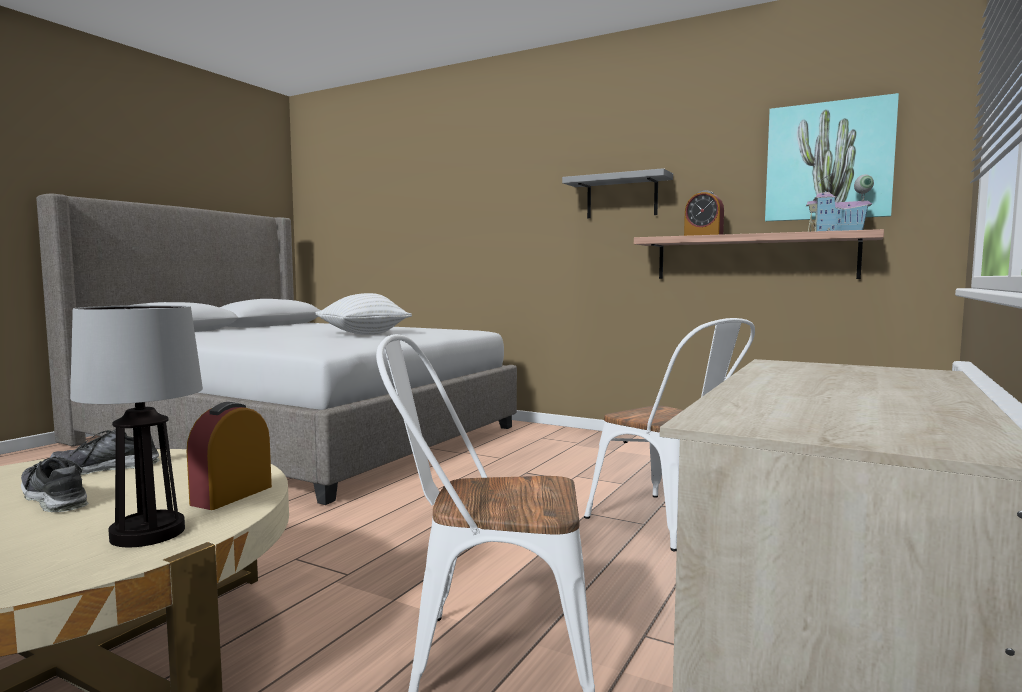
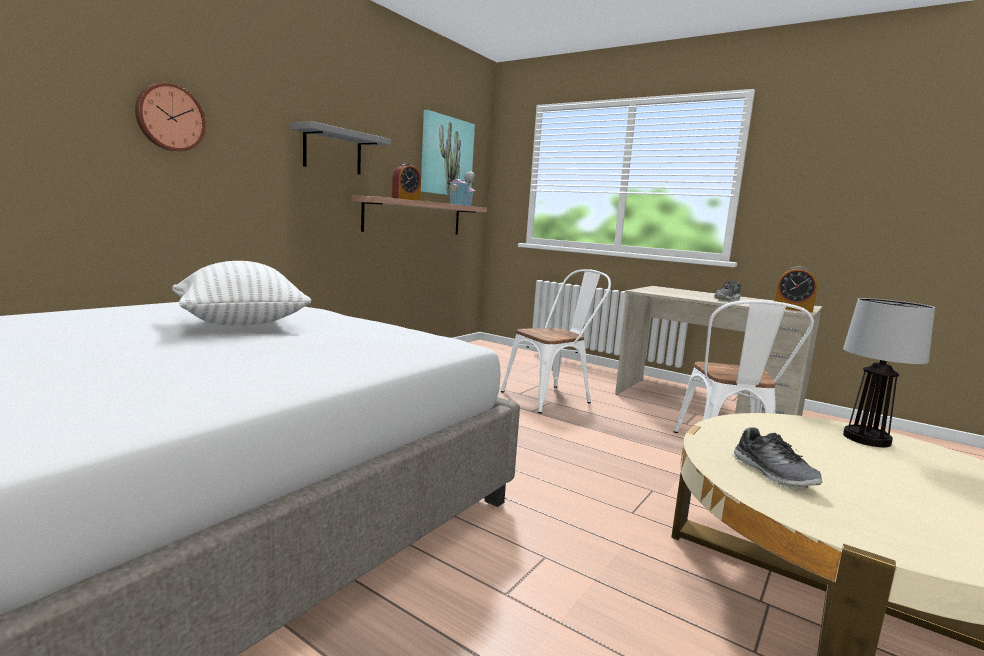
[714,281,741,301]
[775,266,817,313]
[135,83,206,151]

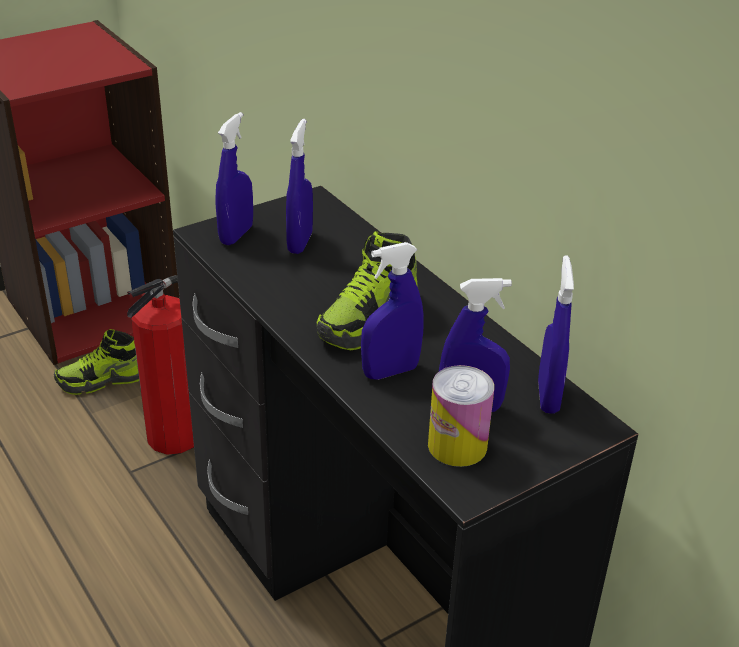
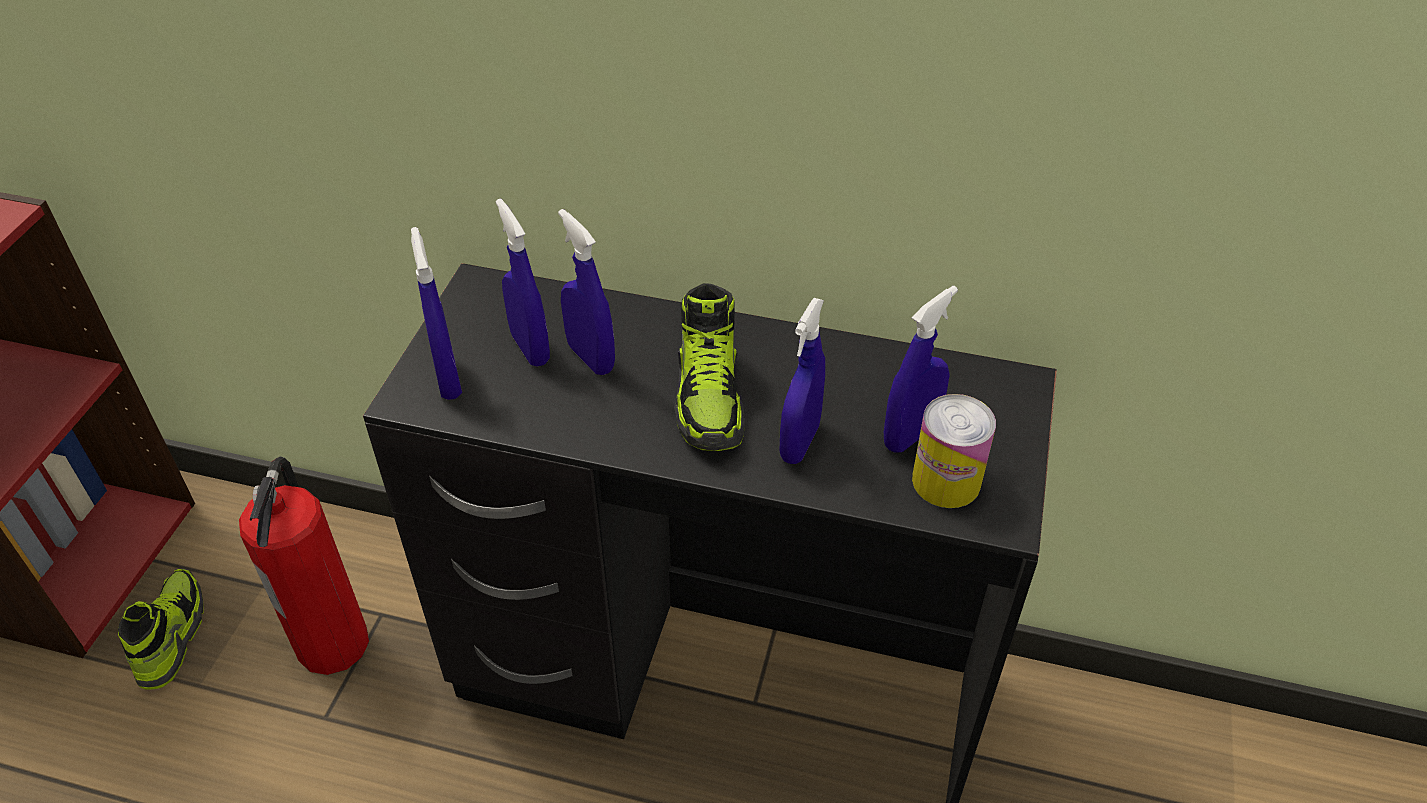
[118,568,204,690]
[558,209,615,375]

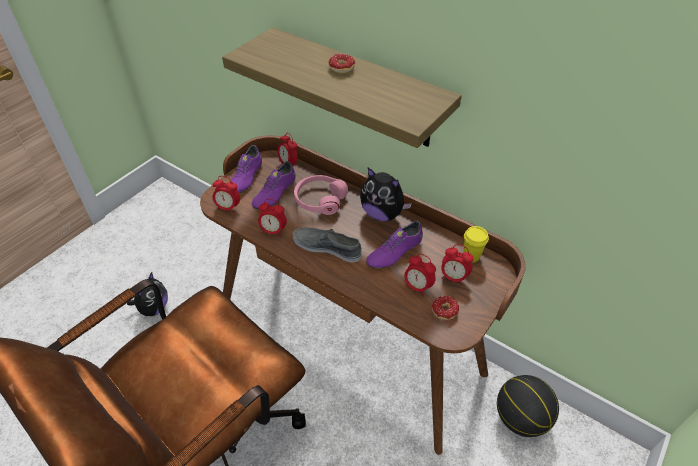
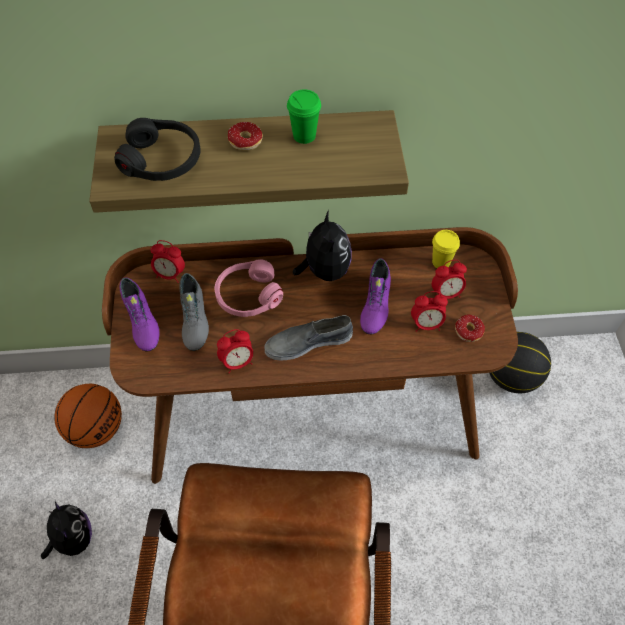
[213,176,240,213] (first image)
[179,273,209,351]
[293,210,352,281]
[54,384,122,448]
[114,118,201,181]
[287,89,321,144]

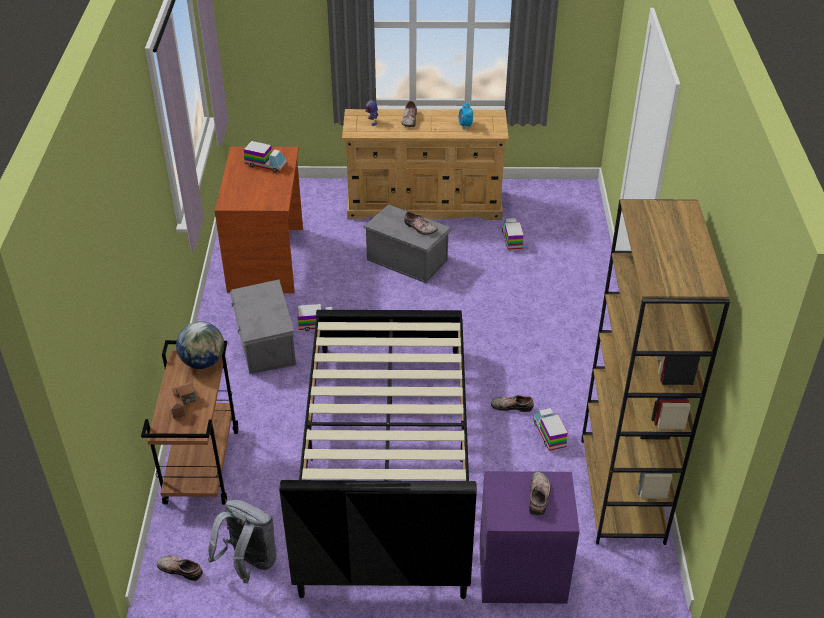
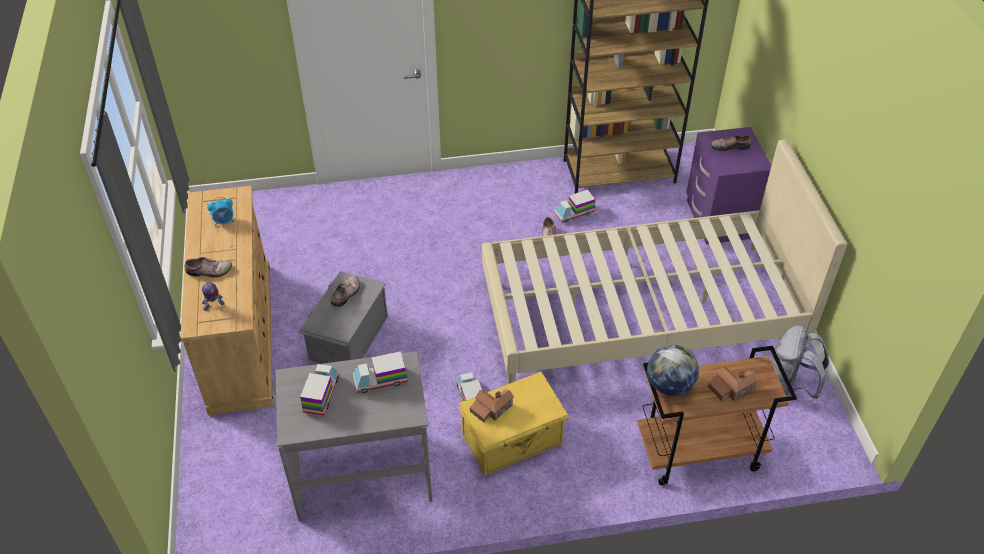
[157,556,203,581] (first image)
[276,351,432,521]
[458,372,570,476]
[482,139,847,384]
[353,351,408,393]
[470,390,514,423]

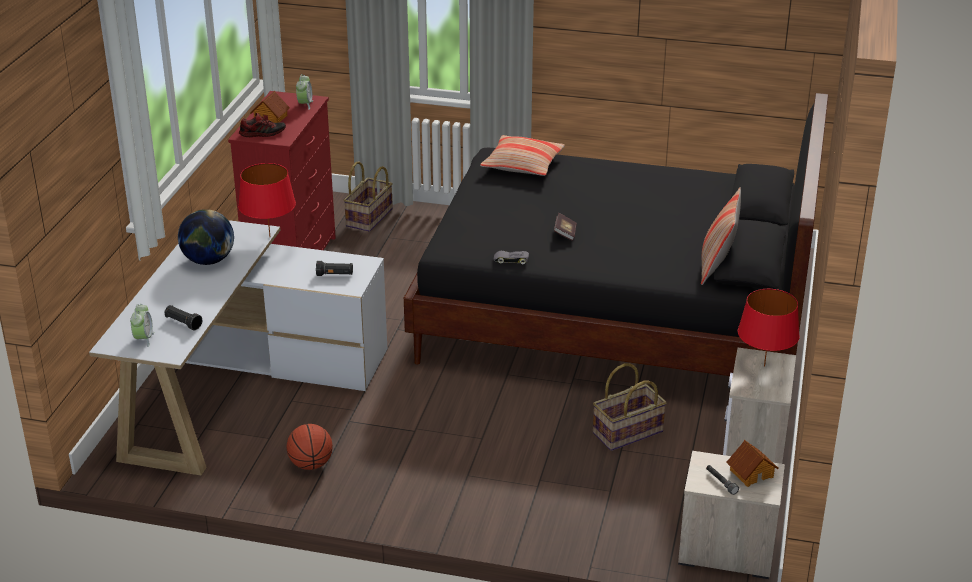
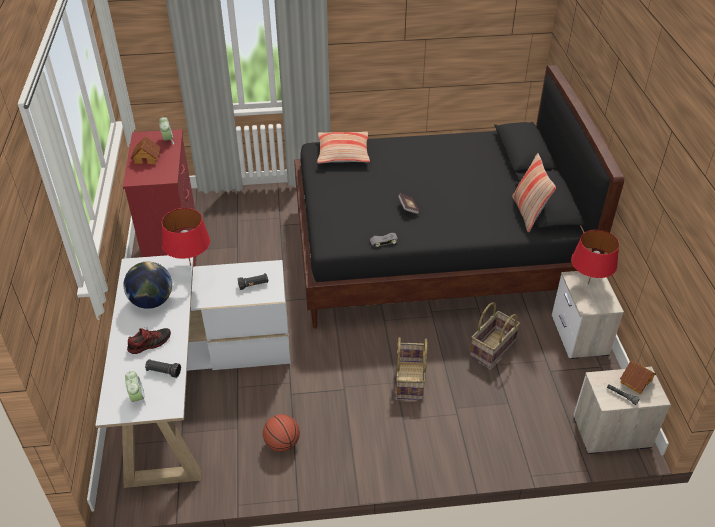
[127,328,171,354]
[396,337,427,400]

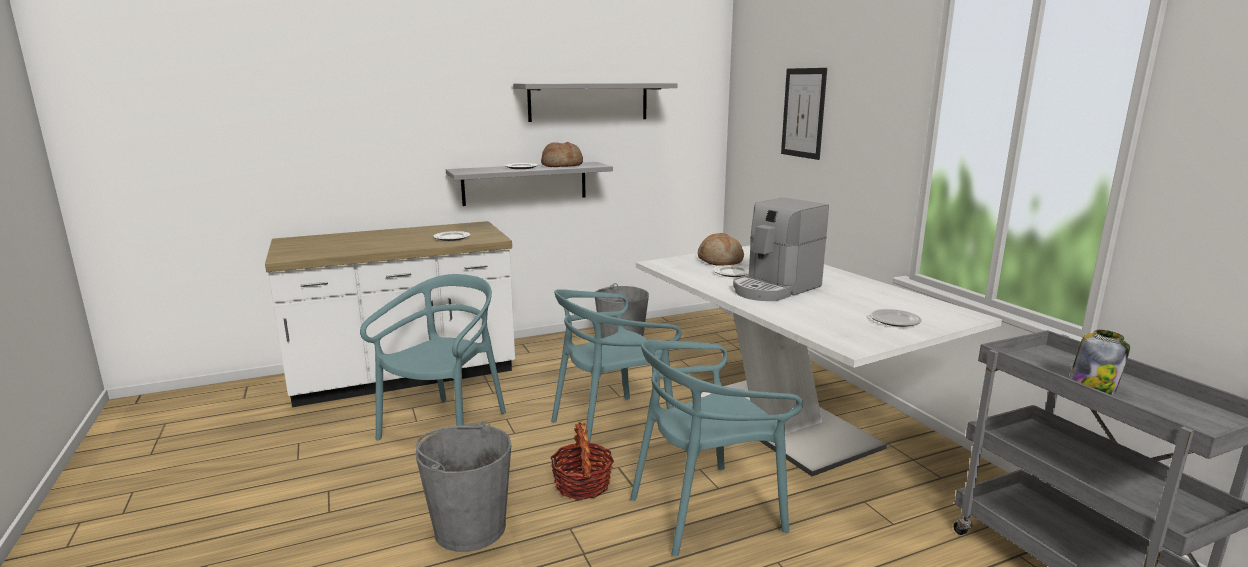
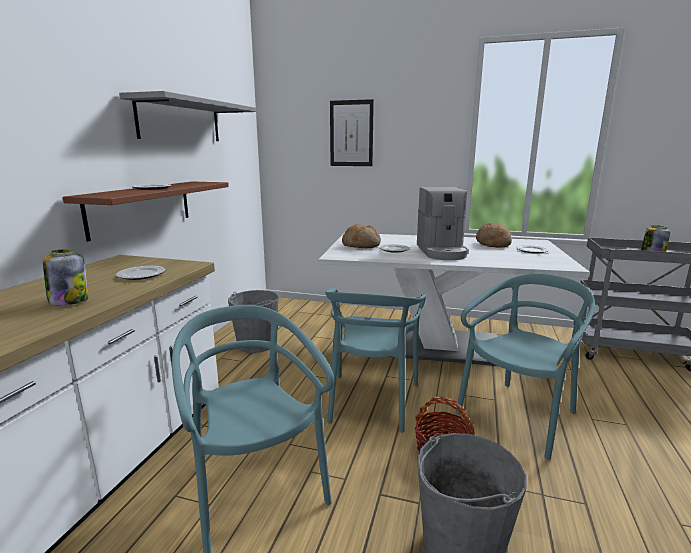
[63,182,229,242]
[476,223,512,248]
[455,273,595,460]
[43,249,88,305]

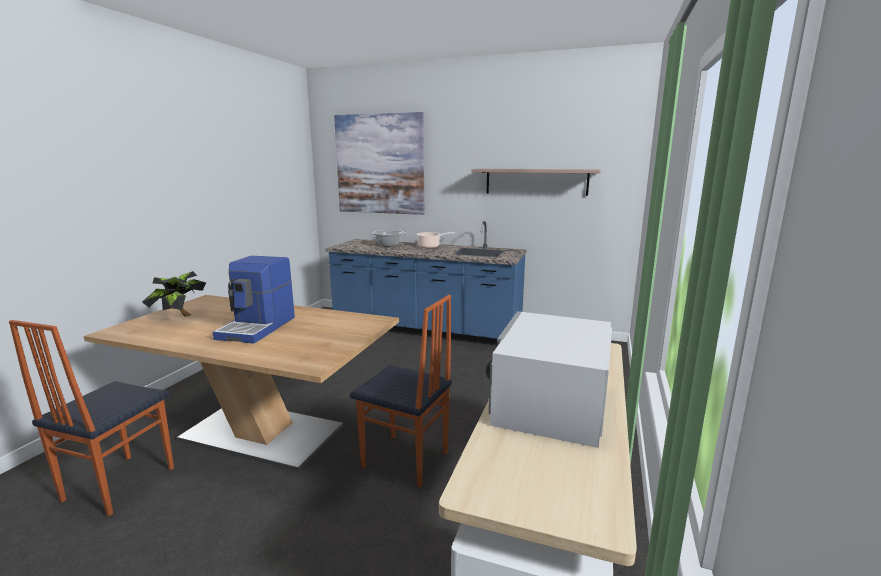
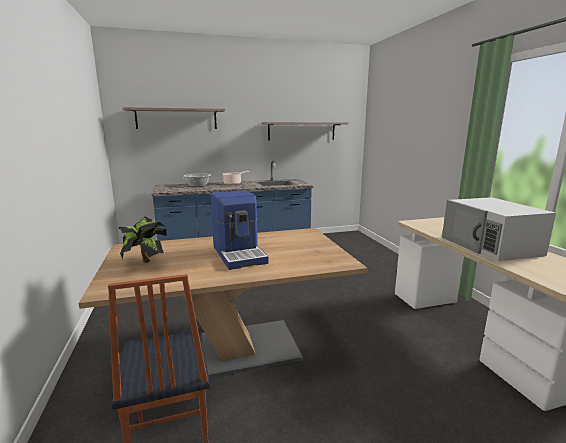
[123,107,225,129]
[350,295,452,487] (first image)

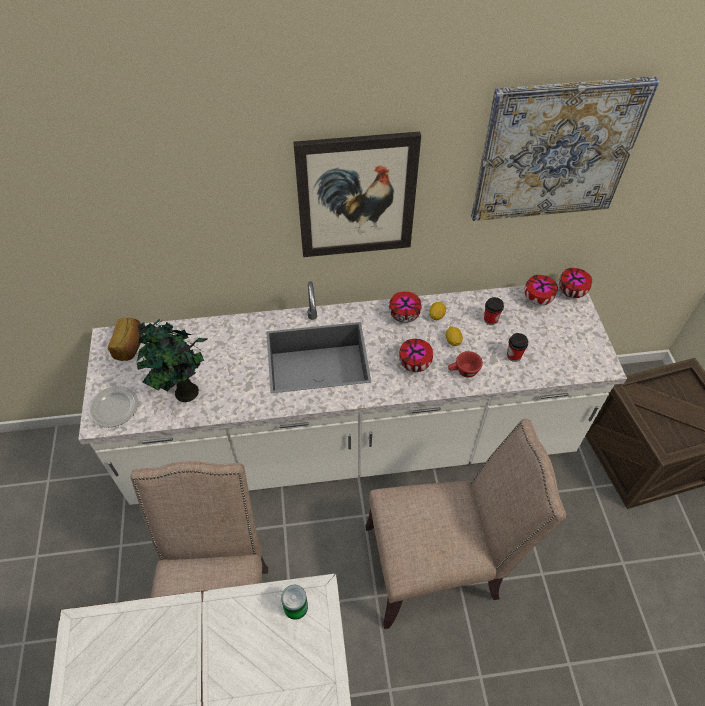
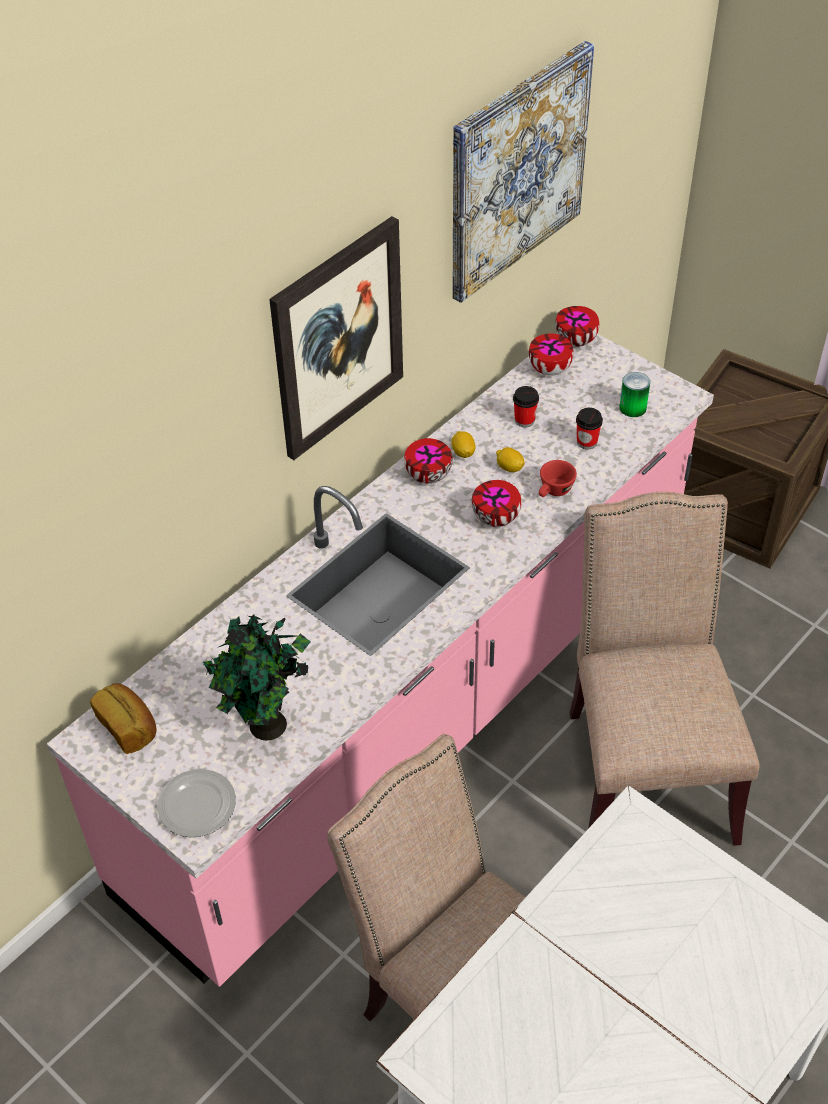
[47,334,714,987]
[619,372,650,417]
[570,492,760,846]

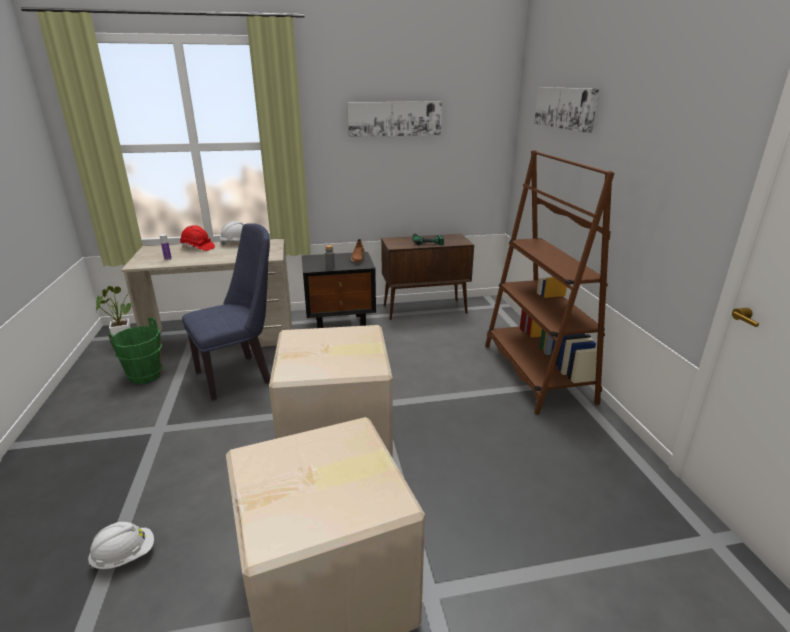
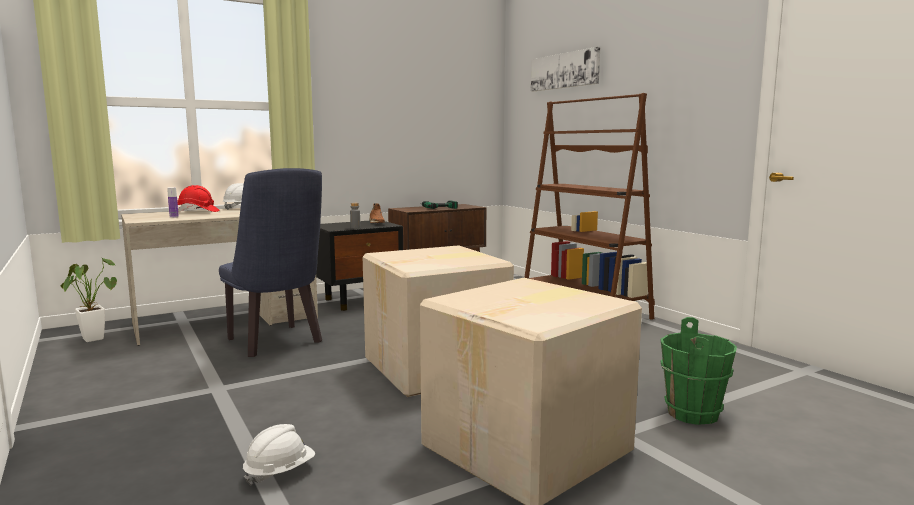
[660,317,737,425]
[219,168,322,357]
[347,102,442,137] (first image)

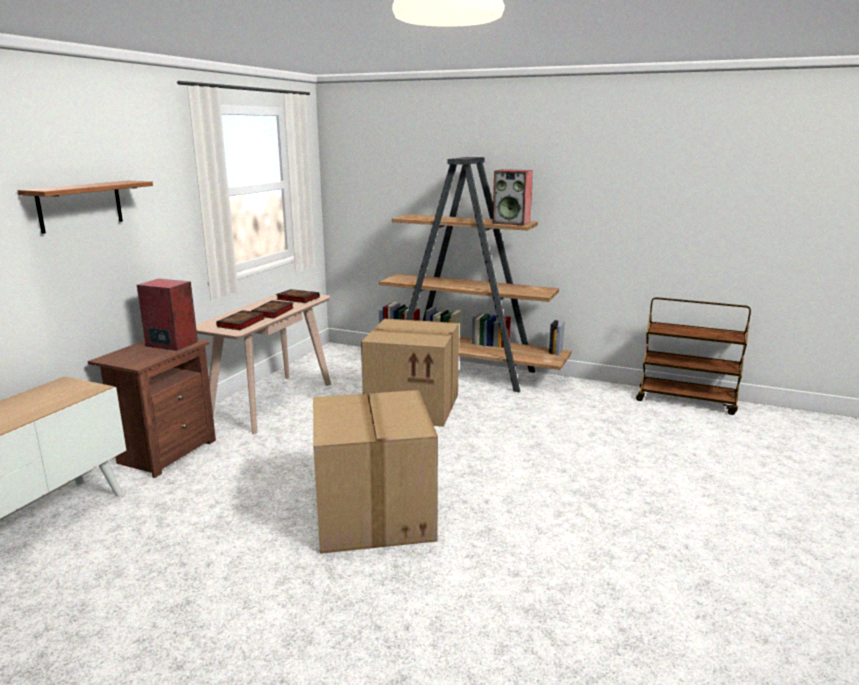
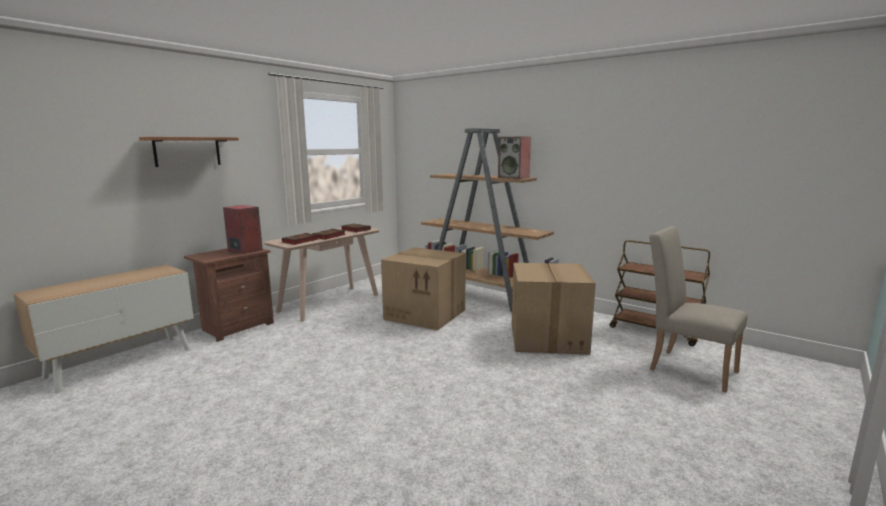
[512,263,596,355]
[649,226,748,392]

